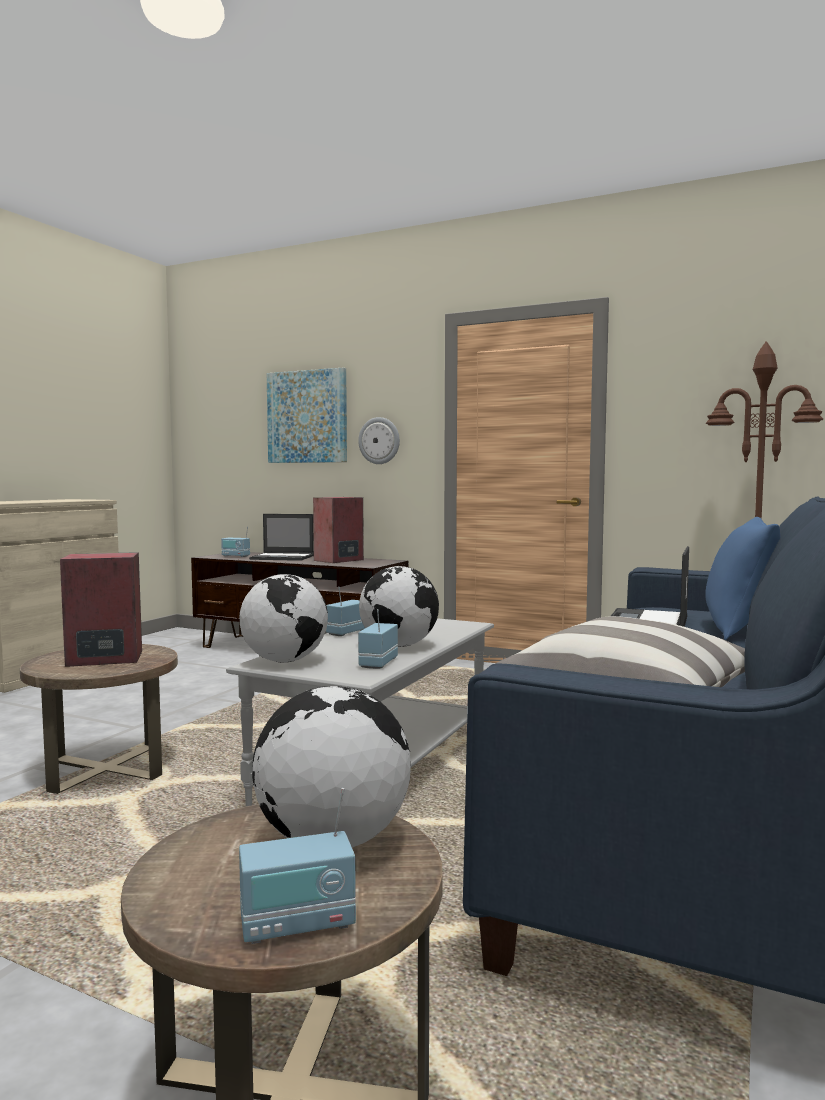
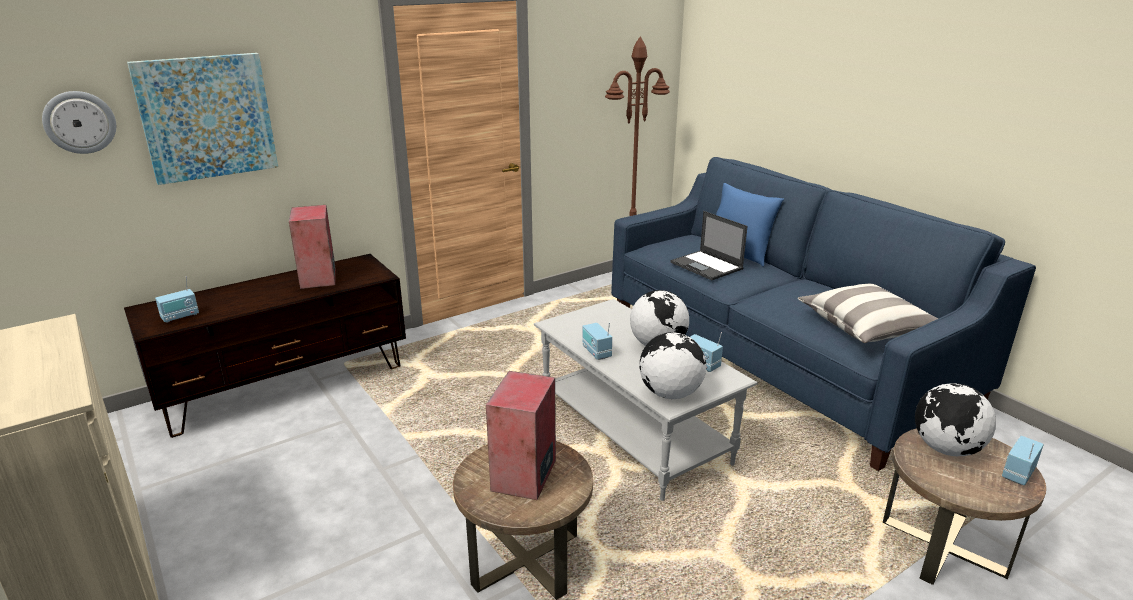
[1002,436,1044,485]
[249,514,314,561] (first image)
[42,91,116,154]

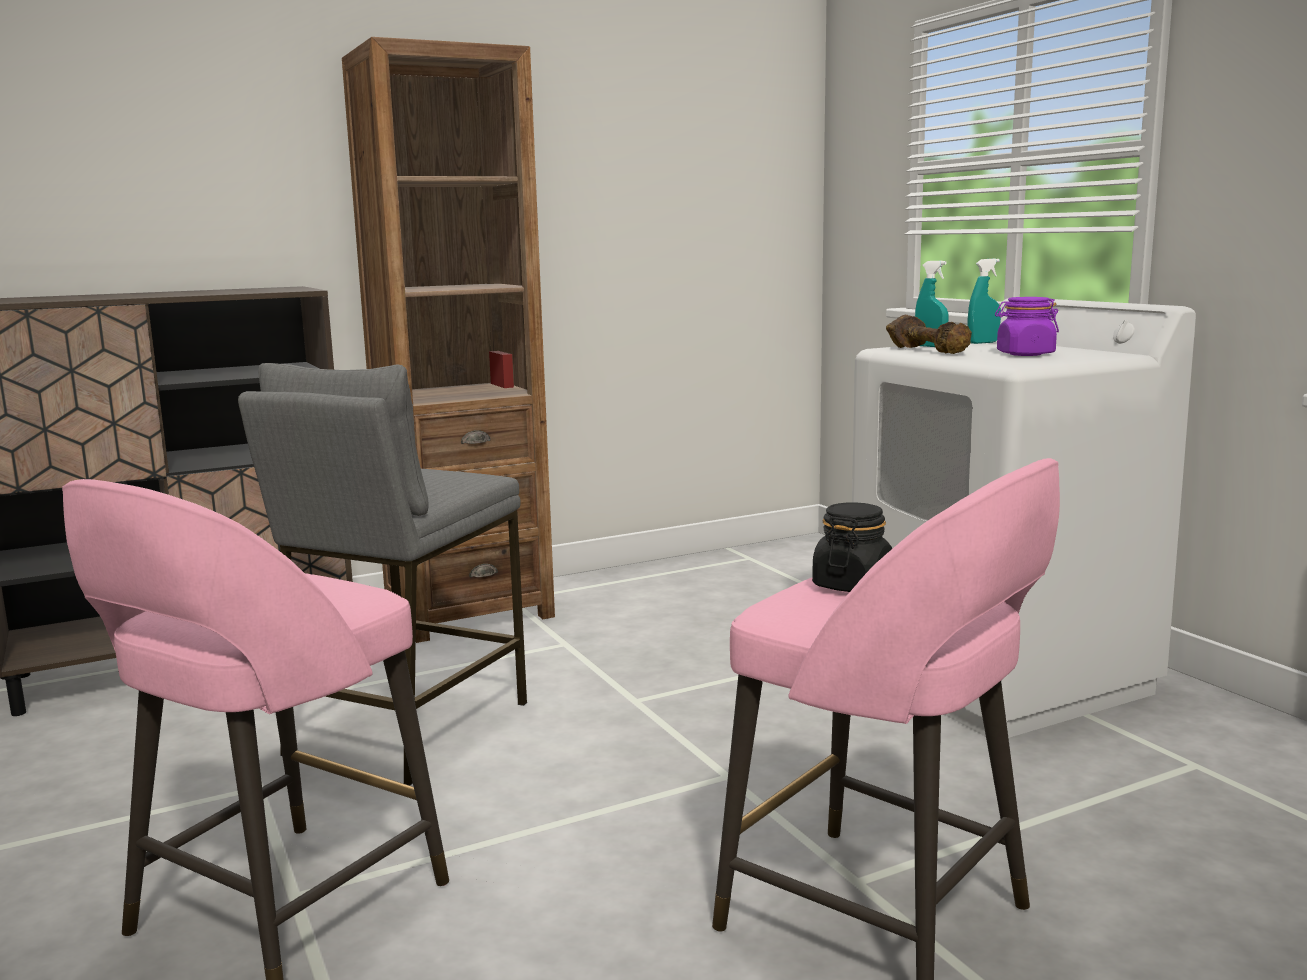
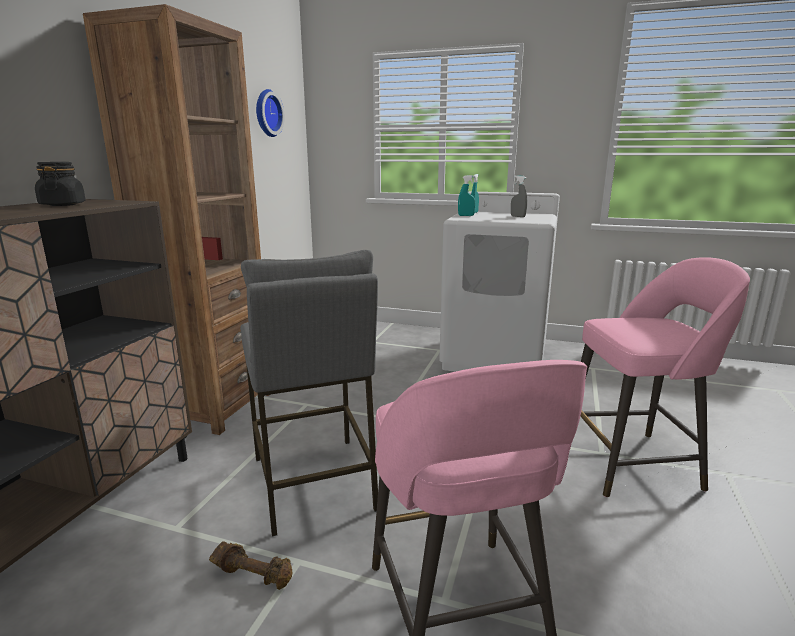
[35,162,86,206]
[209,541,292,590]
[511,175,527,217]
[256,89,285,137]

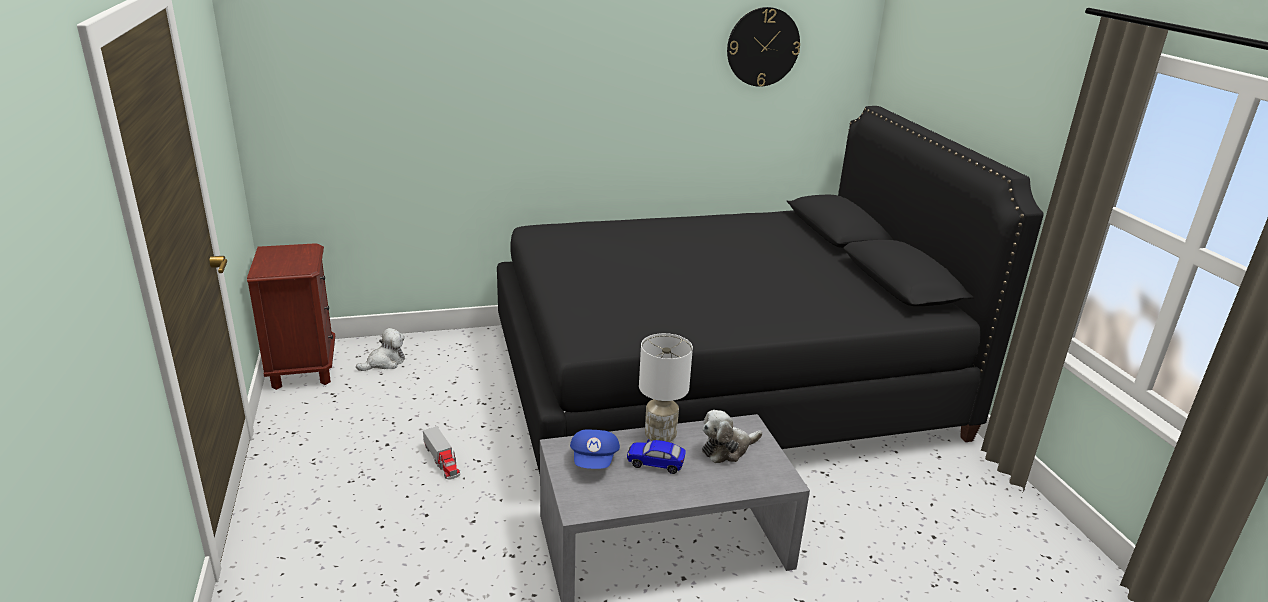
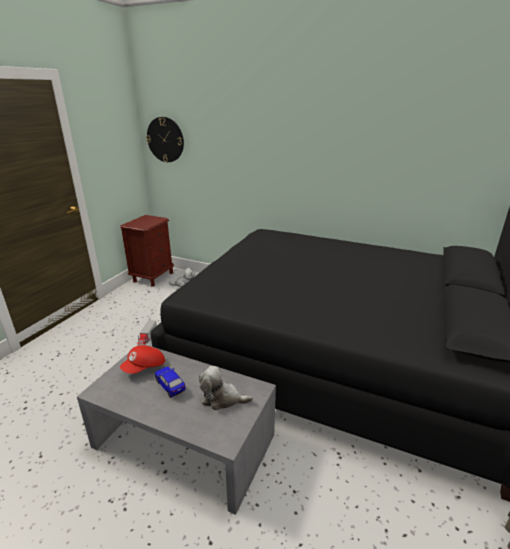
[120,345,165,374]
[639,333,693,442] (first image)
[146,117,184,162]

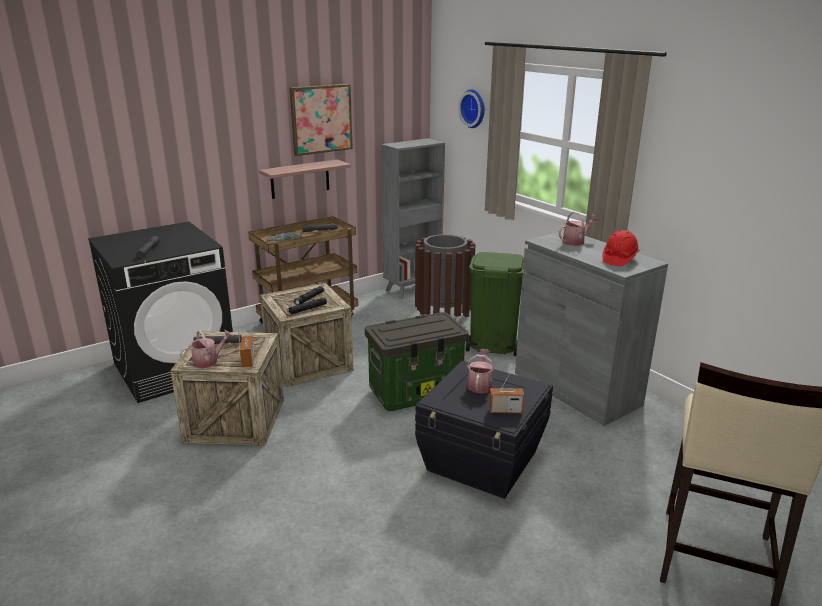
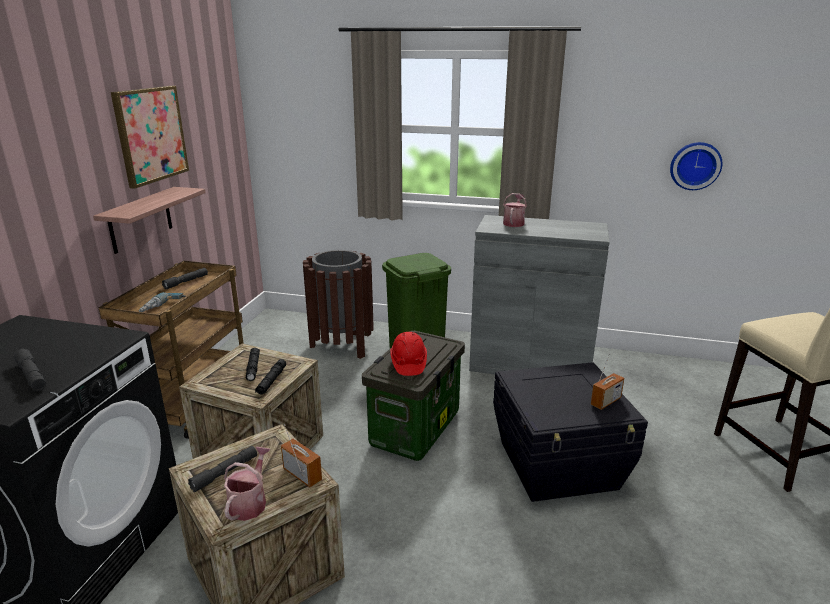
[381,138,445,299] (first image)
[670,142,722,190]
[467,349,494,393] (first image)
[390,332,427,376]

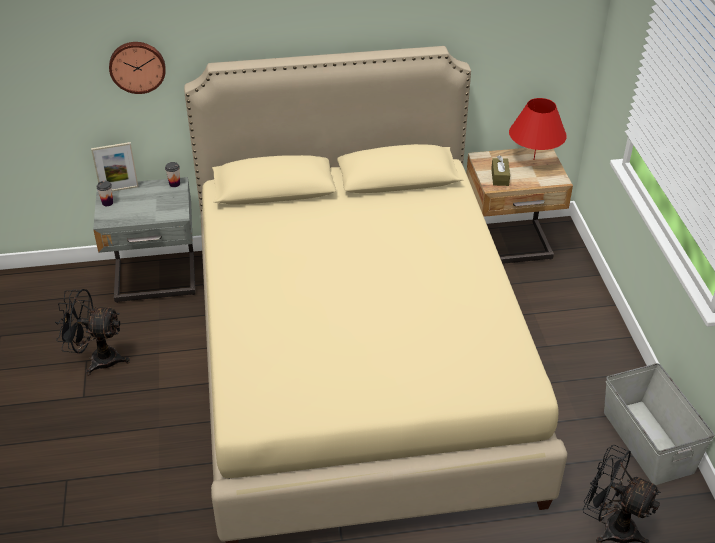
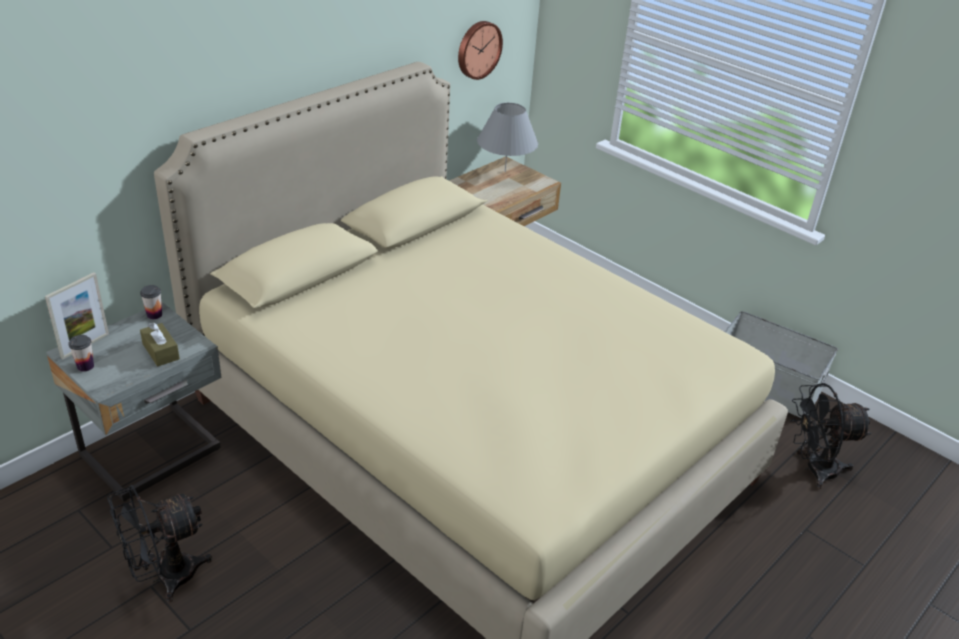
[458,21,503,80]
[140,323,180,367]
[477,103,538,172]

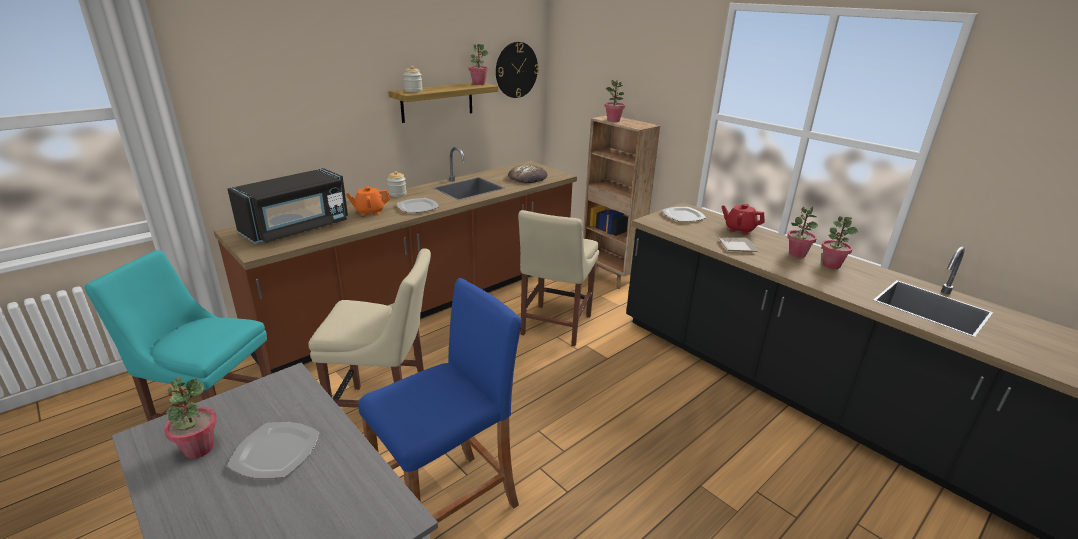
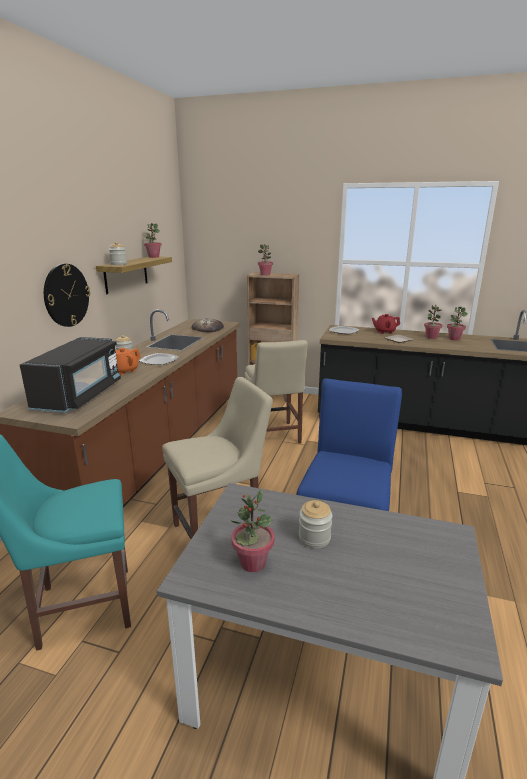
[299,500,332,548]
[44,264,90,327]

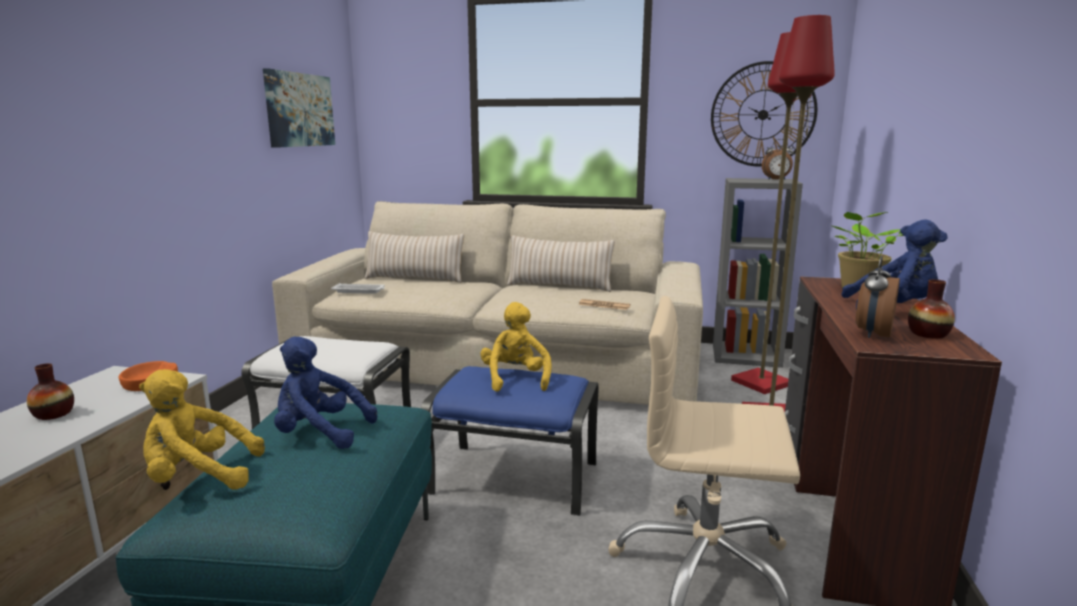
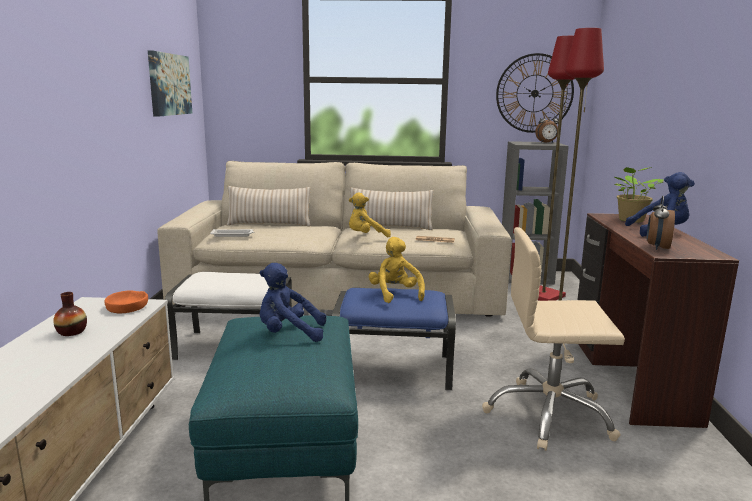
[349,193,391,237]
[908,279,955,339] (first image)

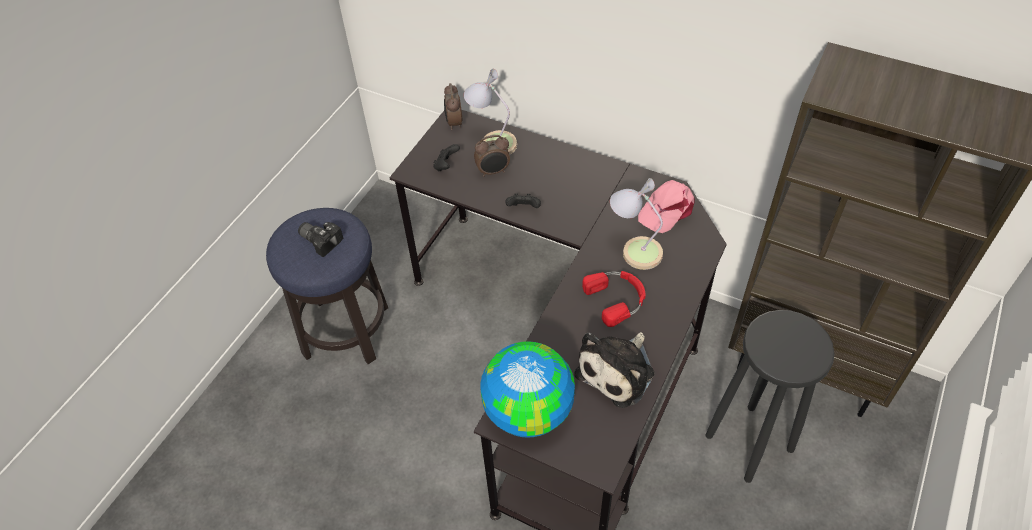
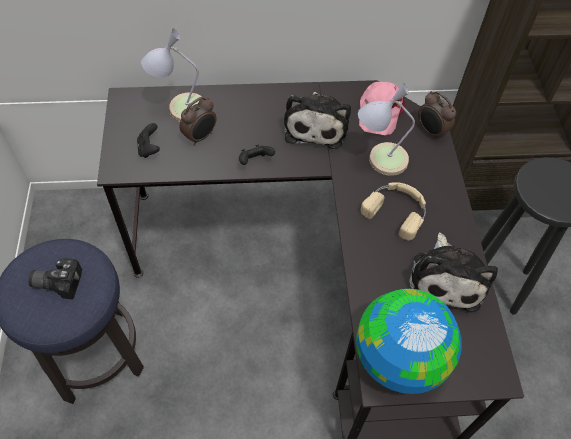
[418,91,456,140]
[361,182,426,241]
[284,92,351,149]

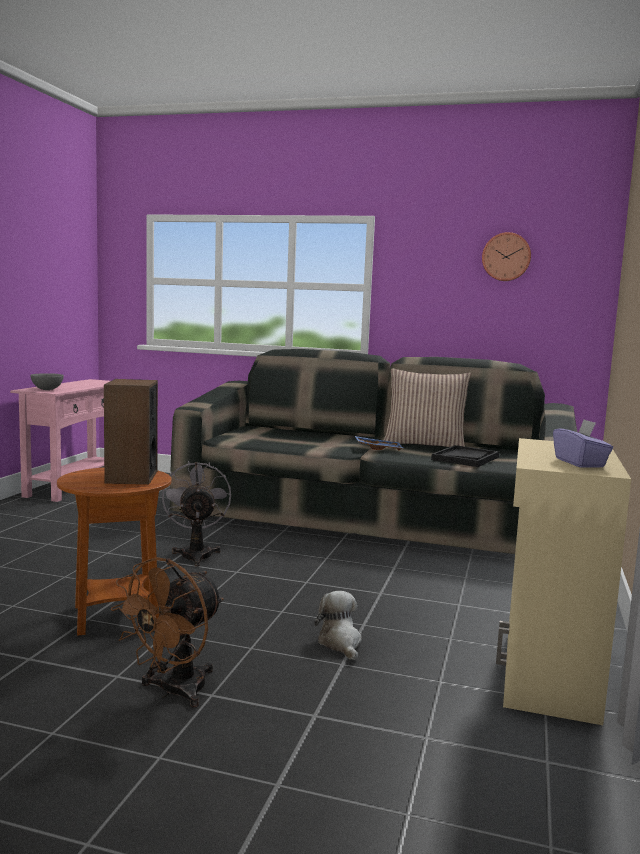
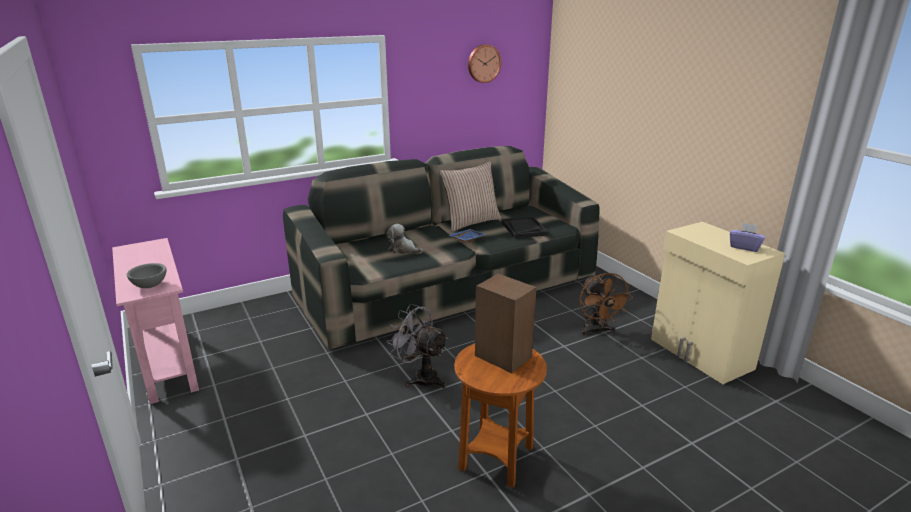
[580,273,633,335]
[386,224,423,254]

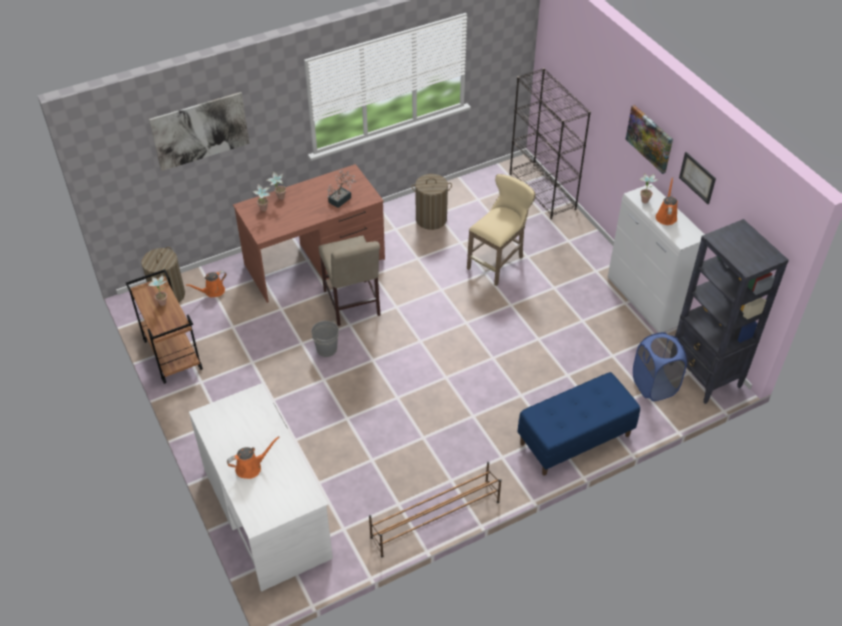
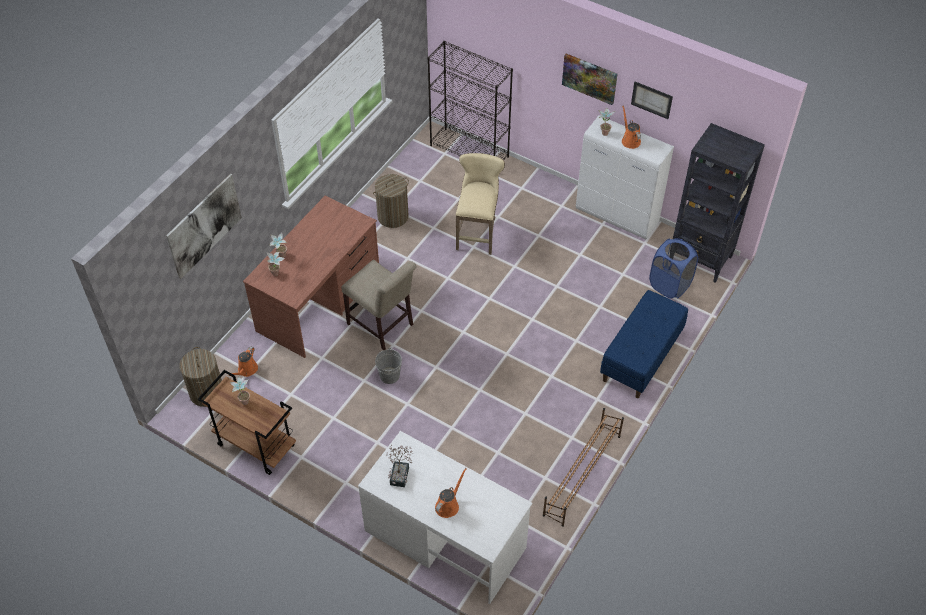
[386,445,413,487]

